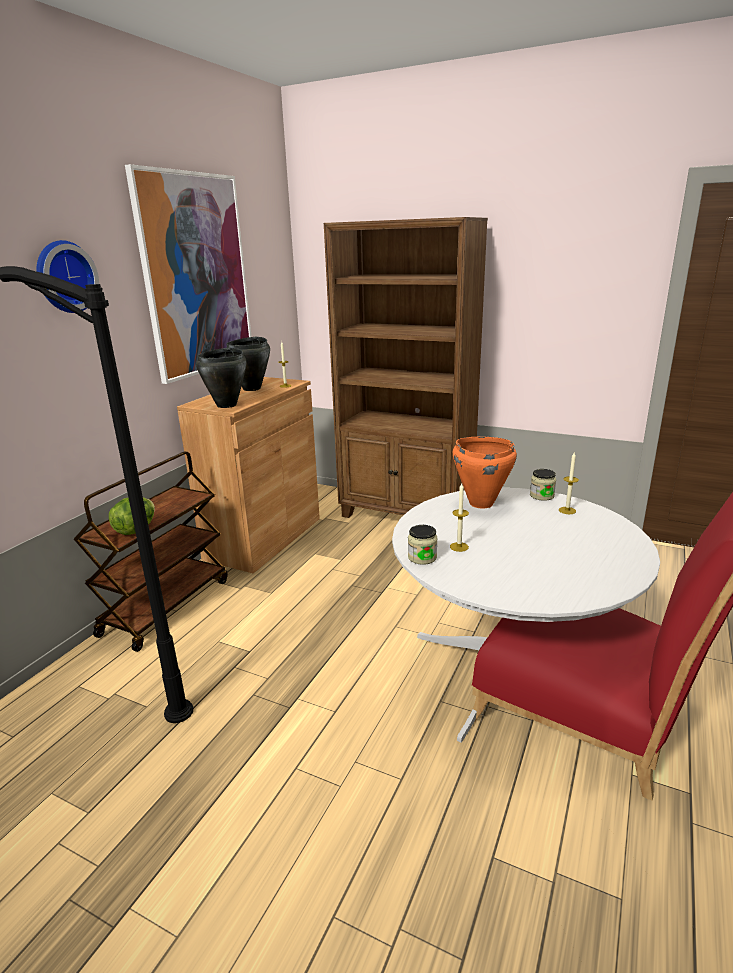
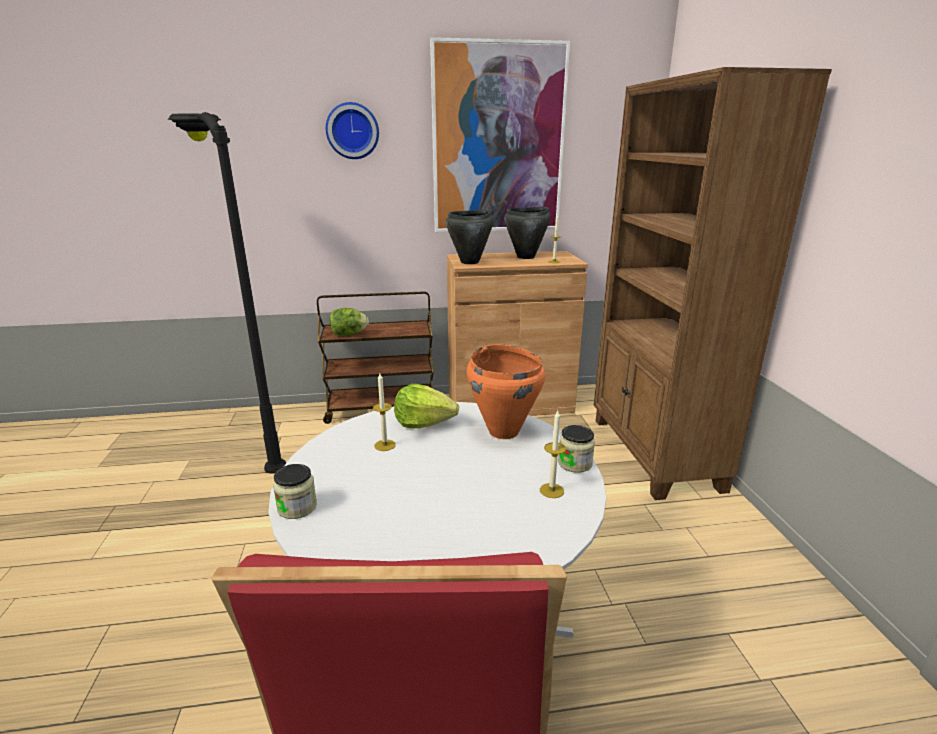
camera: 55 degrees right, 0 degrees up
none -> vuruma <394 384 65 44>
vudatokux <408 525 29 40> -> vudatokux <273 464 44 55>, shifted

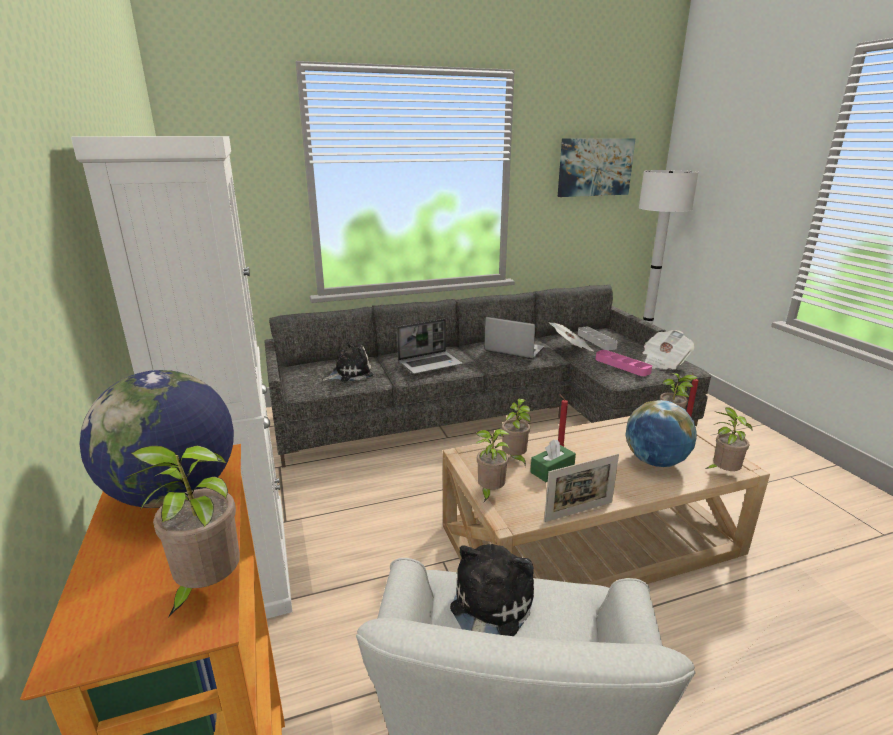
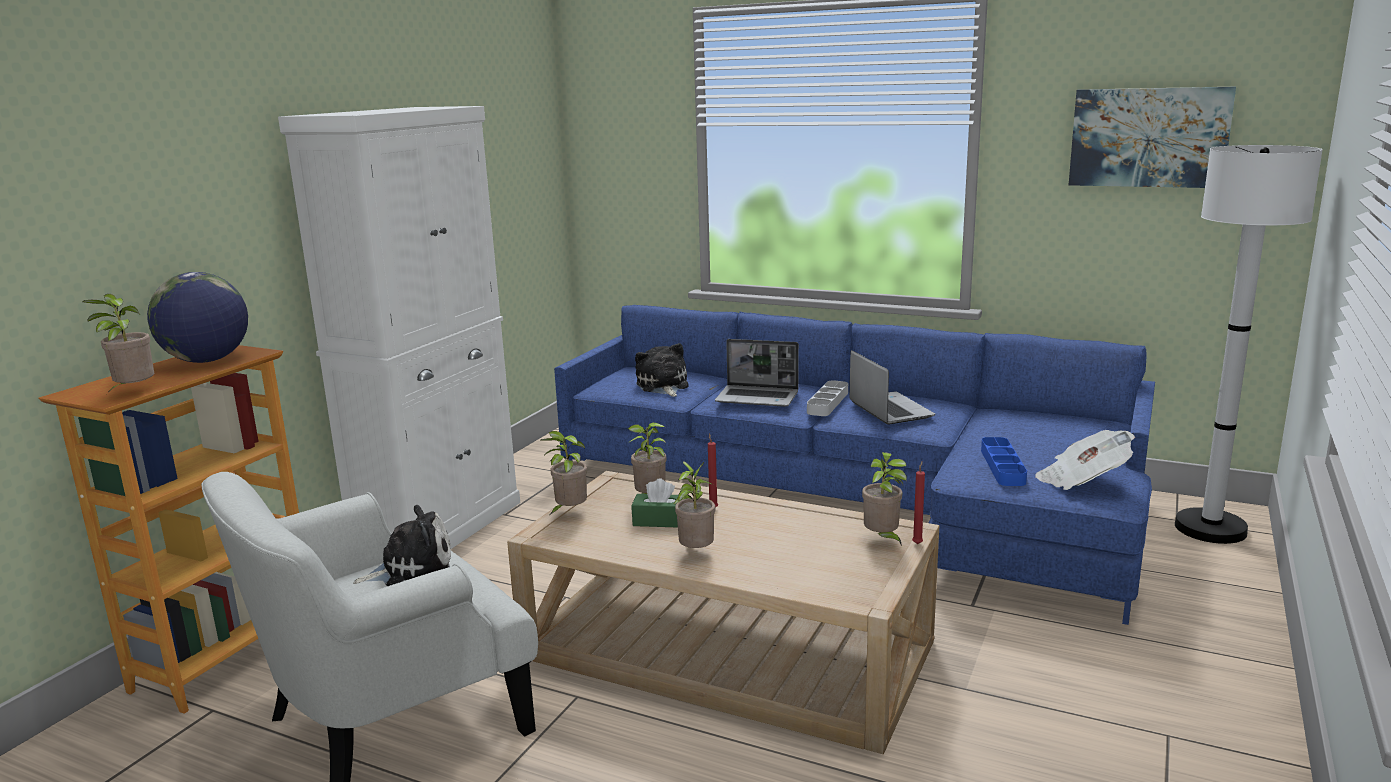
camera: 45 degrees right, 5 degrees down
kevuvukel <544 454 75 68> -> none
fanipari <549 322 46 30> -> none
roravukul <625 400 72 67> -> none
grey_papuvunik <578 327 40 23> -> grey_papuvunik <807 380 41 36>, shifted
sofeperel <705 407 47 64> -> sofeperel <673 461 42 87>, shifted
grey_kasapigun <264 284 448 184> -> blue_kasapigun <554 305 601 320>
pink_papuvunik <596 350 56 26> -> blue_papuvunik <981 437 46 49>
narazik <322 341 51 41> -> narazik <635 343 54 54>, 120 degrees counterclockwise

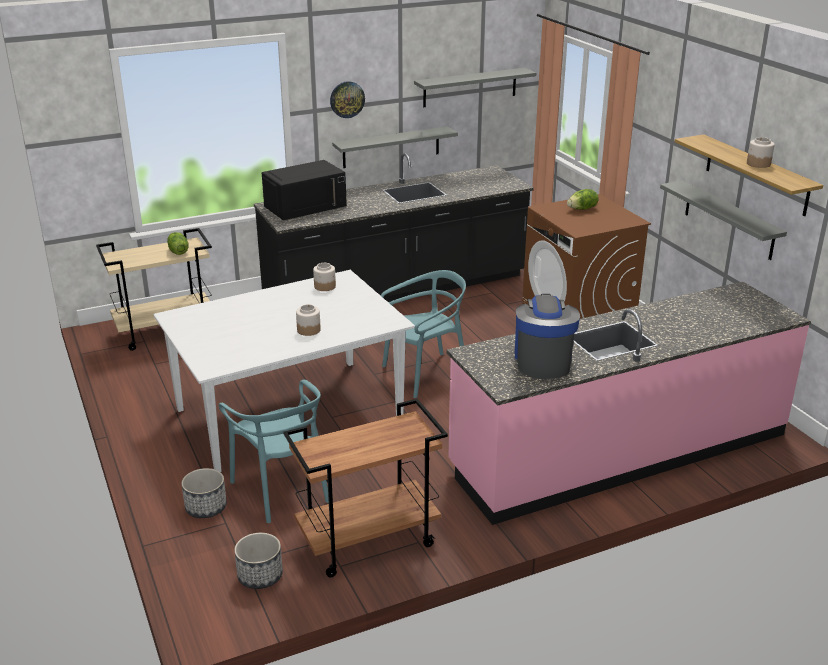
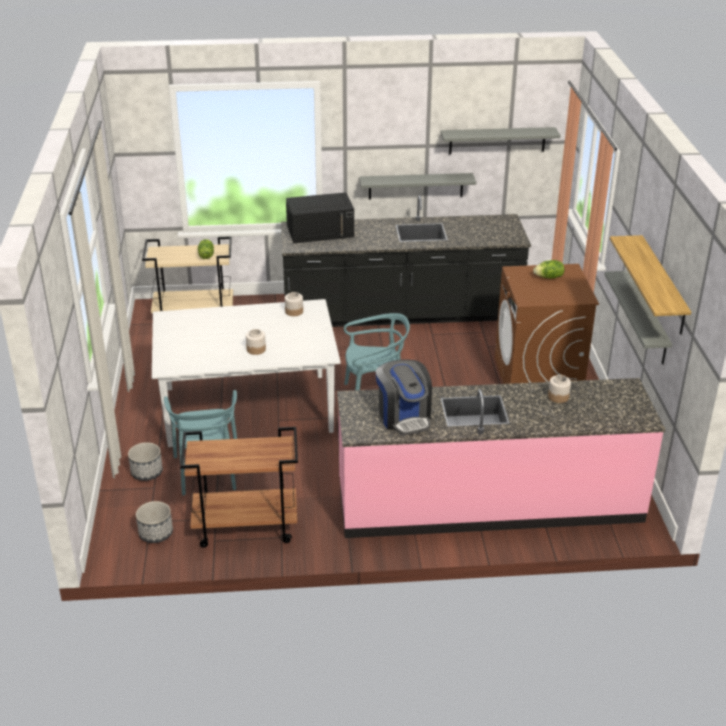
camera: 20 degrees right, 5 degrees up
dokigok <330 81 35 37> -> none
vudatokux <747 137 28 31> -> vudatokux <548 375 23 28>, shifted
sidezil <515 294 65 85> -> sidezil <375 359 57 76>, 135 degrees clockwise

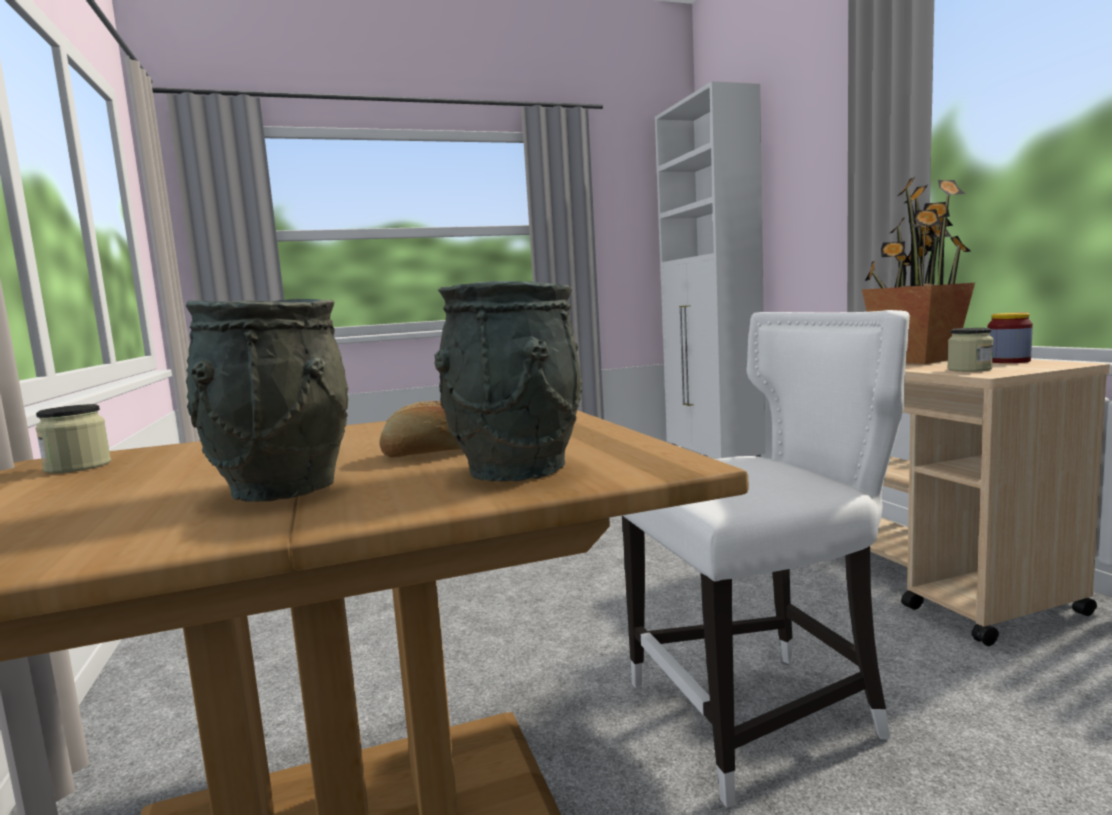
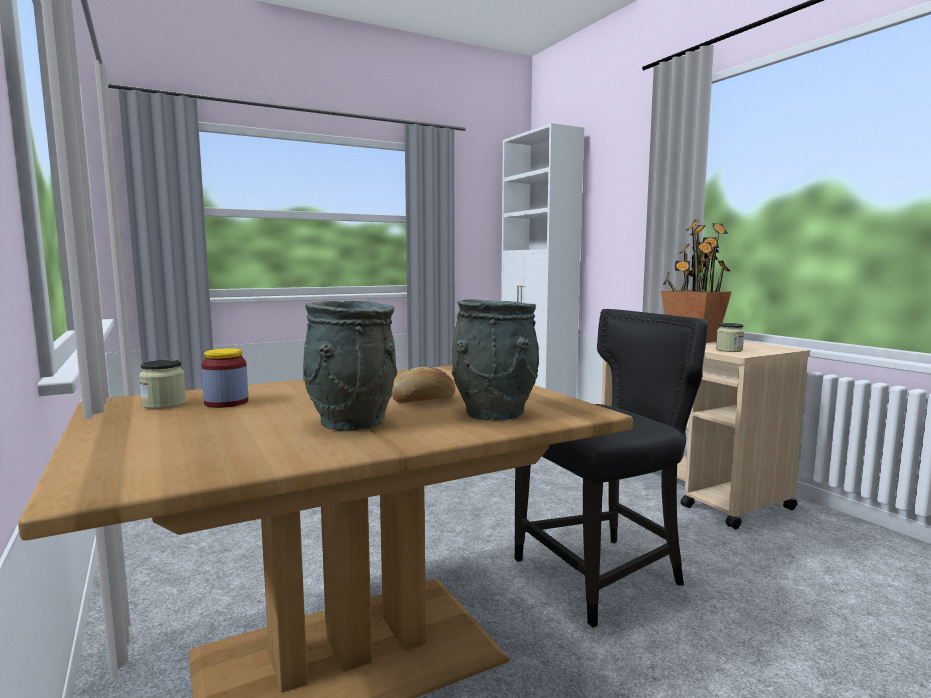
camera: 10 degrees left, 0 degrees up
vudatokux <987 313 46 50> -> vudatokux <201 348 47 60>, shifted
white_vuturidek <622 310 288 498> -> black_vuturidek <514 309 194 319>

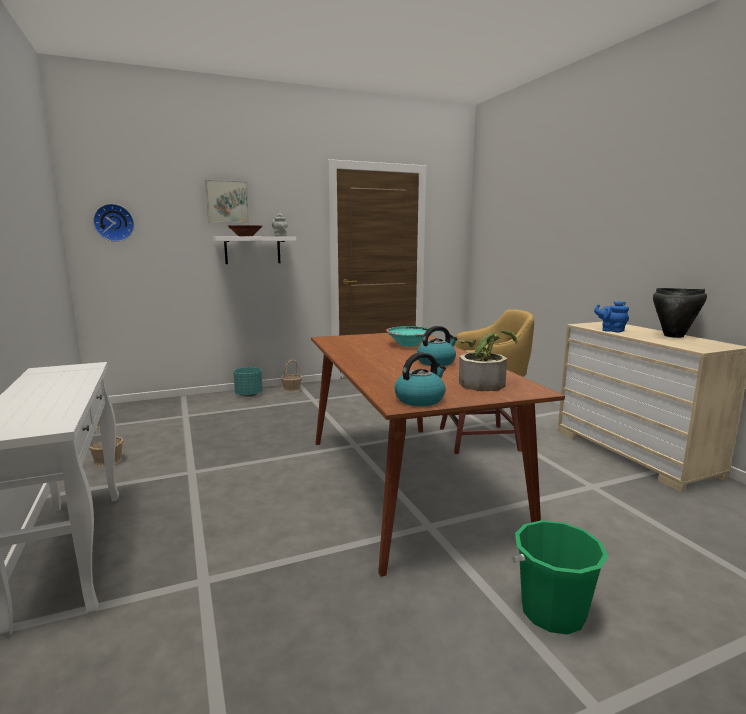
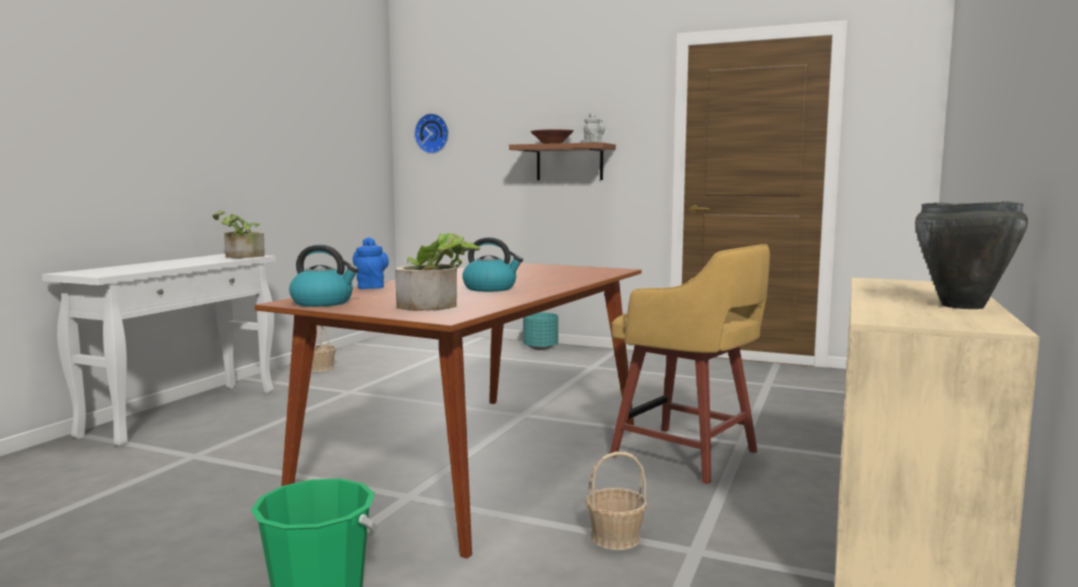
camera: 45 degrees right, 5 degrees down
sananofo <205 180 45 43> -> none
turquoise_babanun <386 326 47 21> -> none
none -> sofeperel <213 211 52 47>
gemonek <281 360 21 33> -> gemonek <585 452 62 98>, shifted
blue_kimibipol <594 301 35 31> -> blue_kimibipol <353 237 36 52>, shifted
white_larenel <213 237 83 27> -> brown_larenel <509 142 107 38>

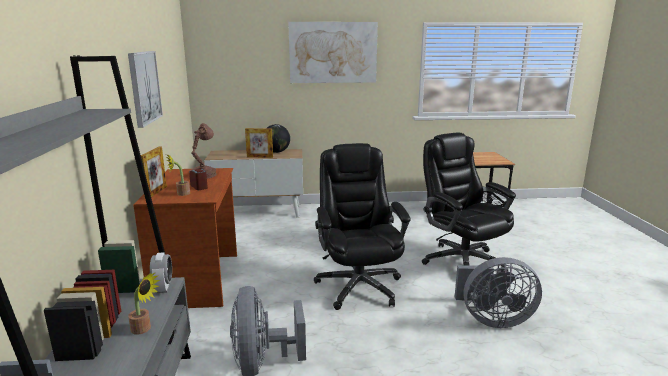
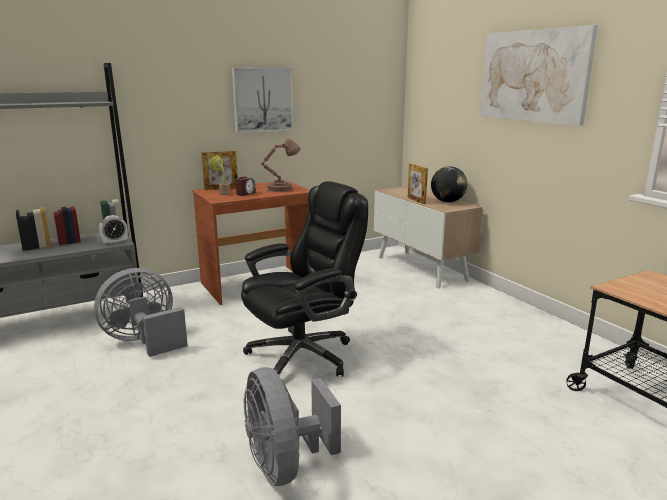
camera: 65 degrees right, 0 degrees up
sofeperel <128 273 32 62> -> none
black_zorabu <422 133 94 139> -> none

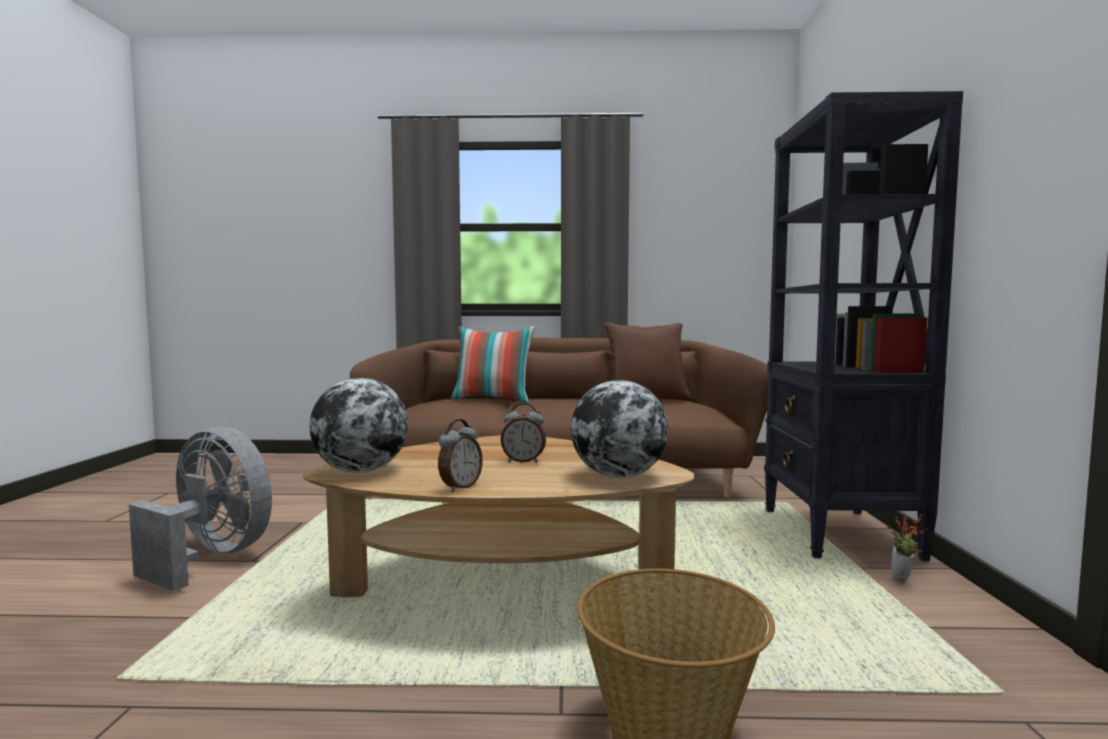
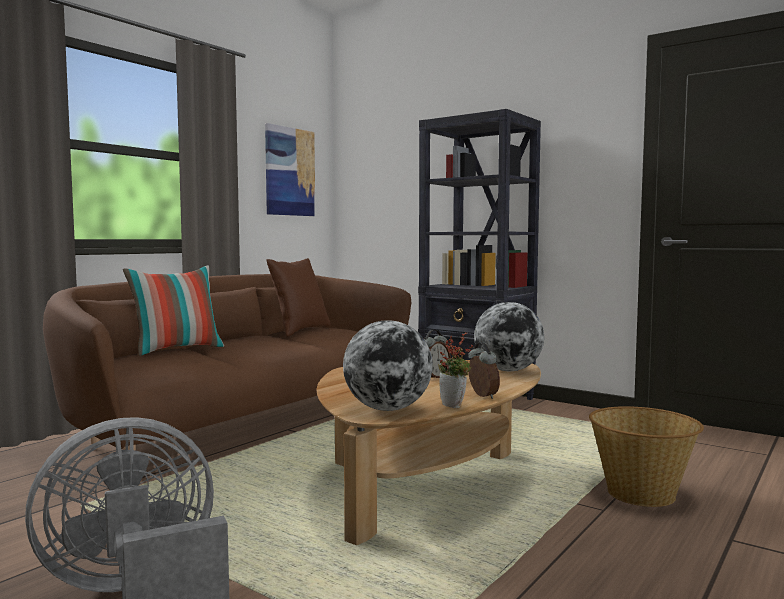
camera: 55 degrees left, 0 degrees up
none -> sananofo <265 123 50 93>
sofeperel <887 513 41 71> -> sofeperel <438 332 36 76>, shifted

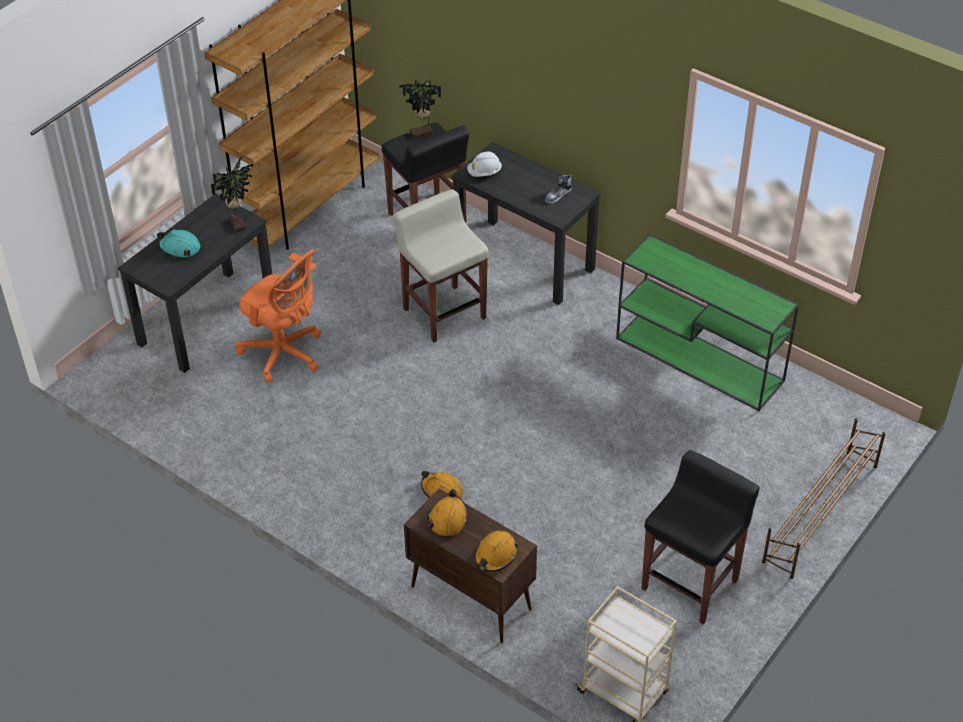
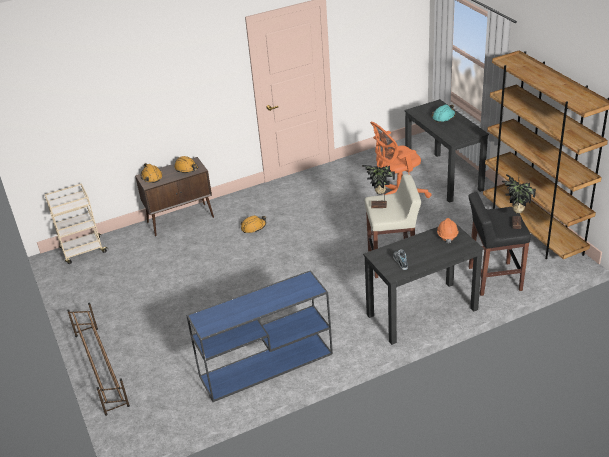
camera: 120 degrees right, 10 degrees down
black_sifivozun <642 450 118 174> -> none
sofeperel <211 156 43 77> -> sofeperel <362 165 33 43>, shifted
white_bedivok <467 152 35 25> -> orange_bedivok <437 218 21 25>
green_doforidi <616 234 183 177> -> blue_doforidi <186 270 147 132>

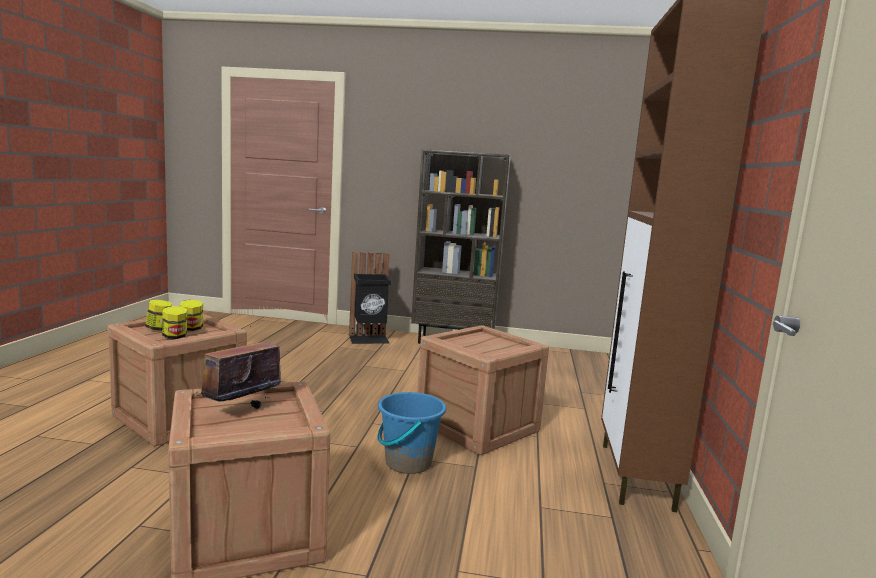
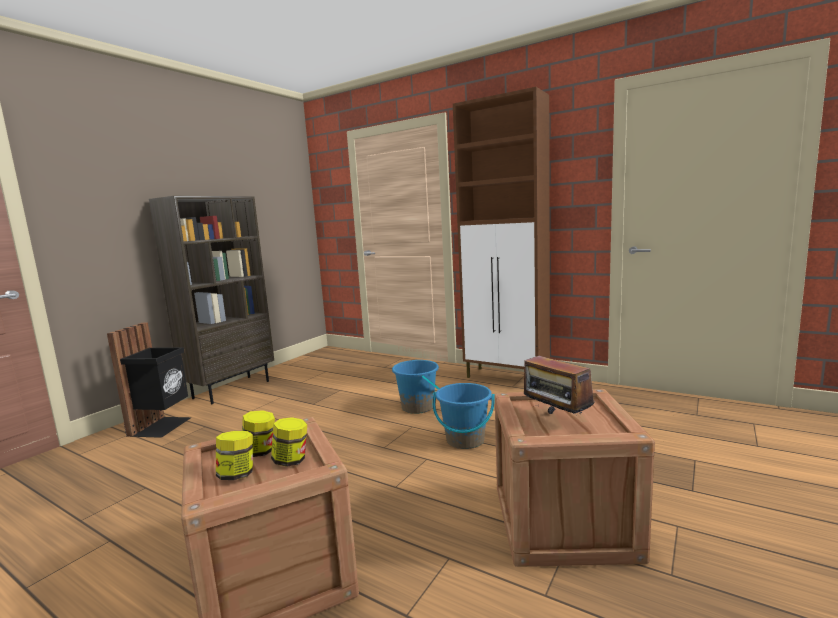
camera: 65 degrees left, 0 degrees up
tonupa <417 325 132 130> -> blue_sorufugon <392 360 48 54>

